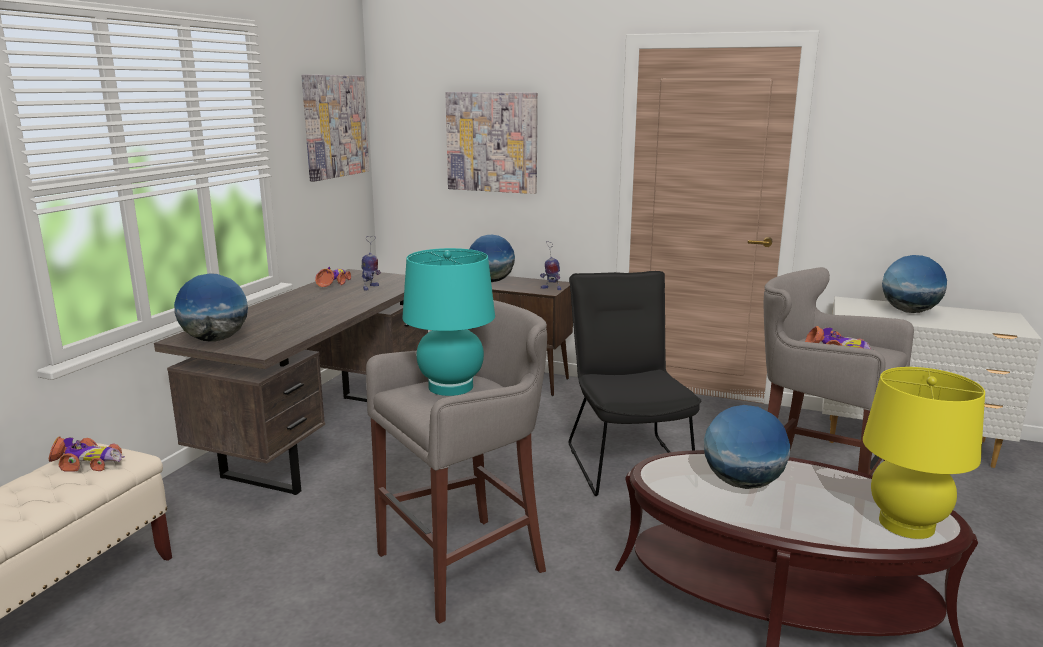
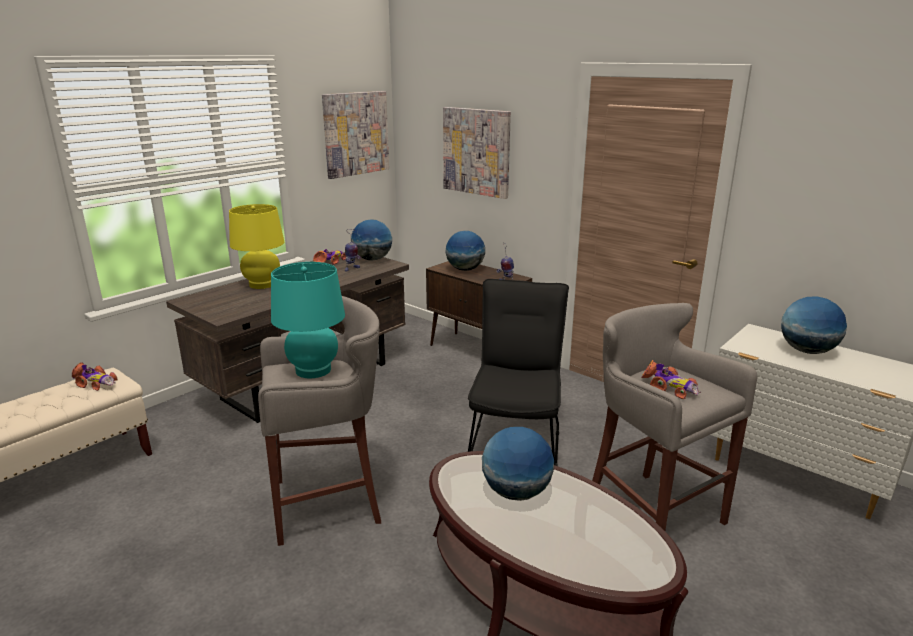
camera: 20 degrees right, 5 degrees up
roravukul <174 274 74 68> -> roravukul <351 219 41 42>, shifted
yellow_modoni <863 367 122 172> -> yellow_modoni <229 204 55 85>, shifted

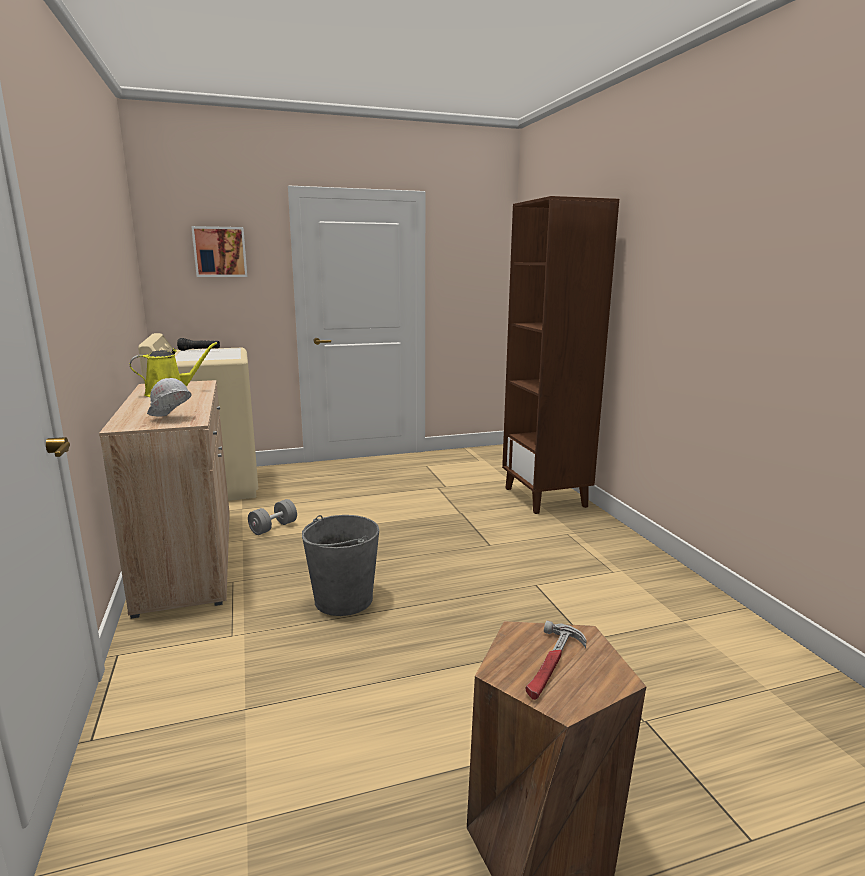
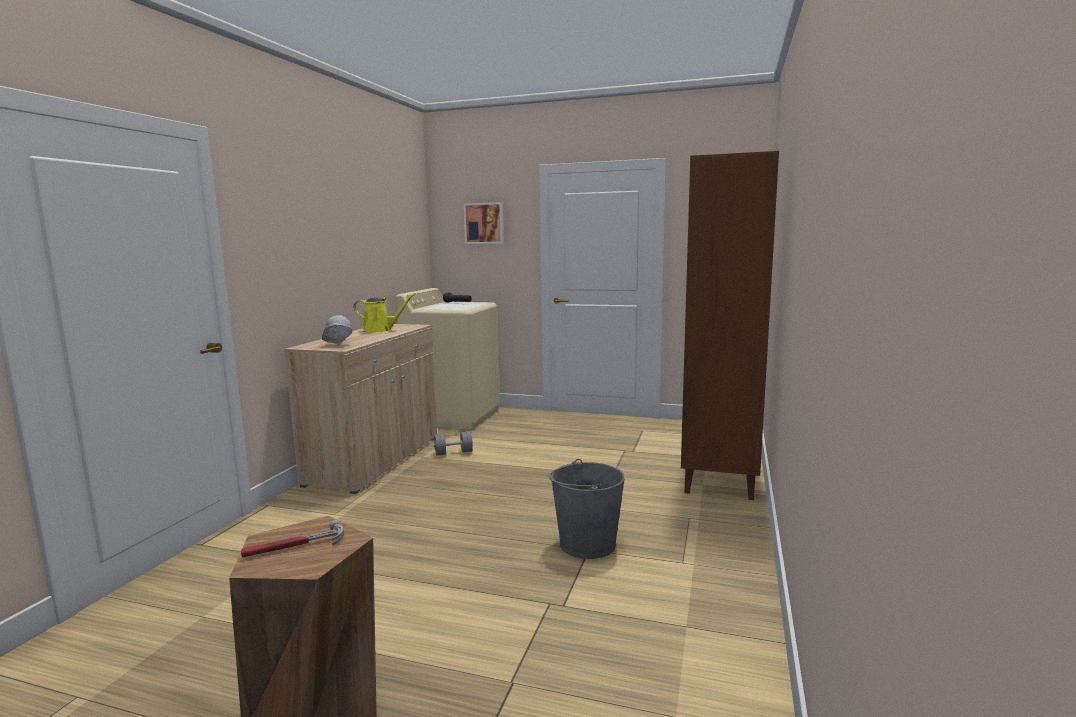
camera: 35 degrees right, 5 degrees down
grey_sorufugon <302 515 77 101> -> grey_sorufugon <549 459 76 100>, shifted

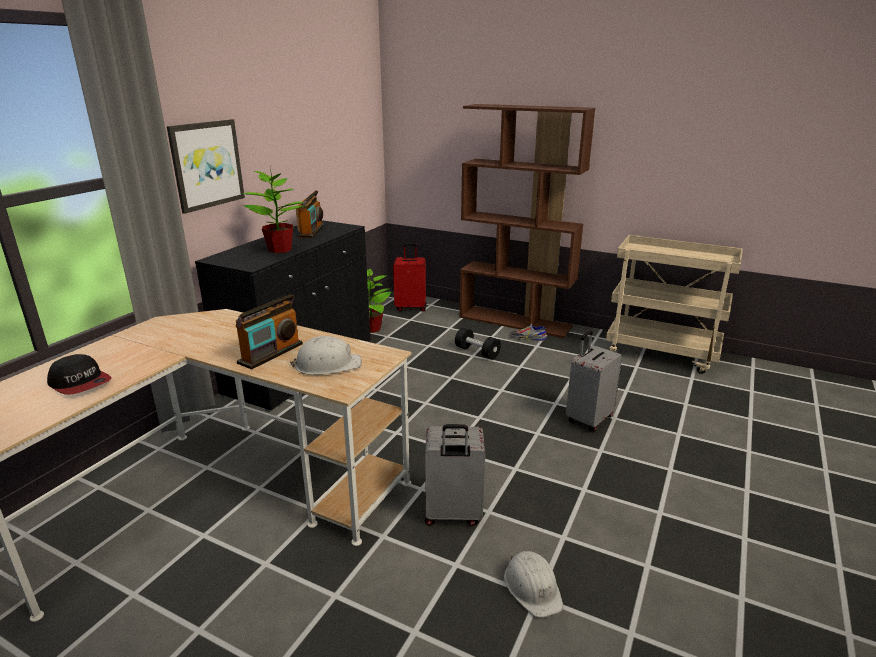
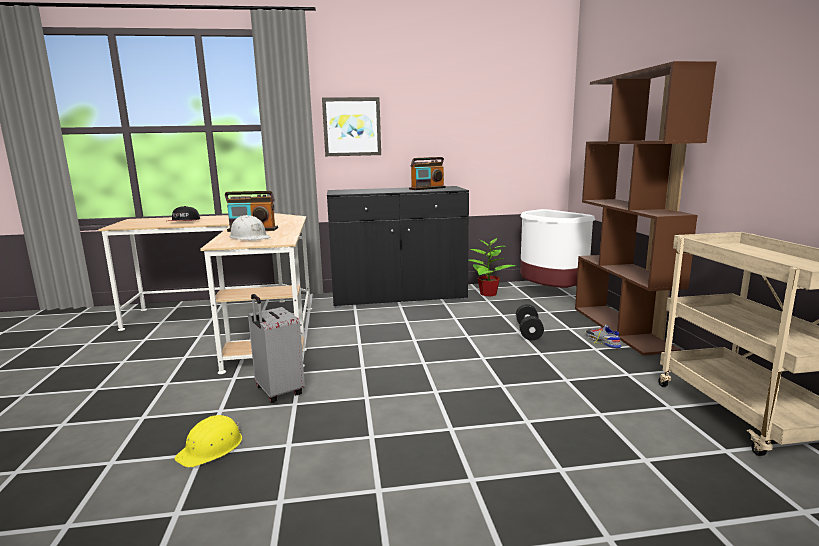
camera: 55 degrees right, 10 degrees down
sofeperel <243 167 66 86> -> none
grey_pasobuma <566 331 56 100> -> none
red_pasobuma <393 244 33 68> -> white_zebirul <520 209 75 79>
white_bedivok <504 551 59 67> -> yellow_bedivok <174 415 68 53>

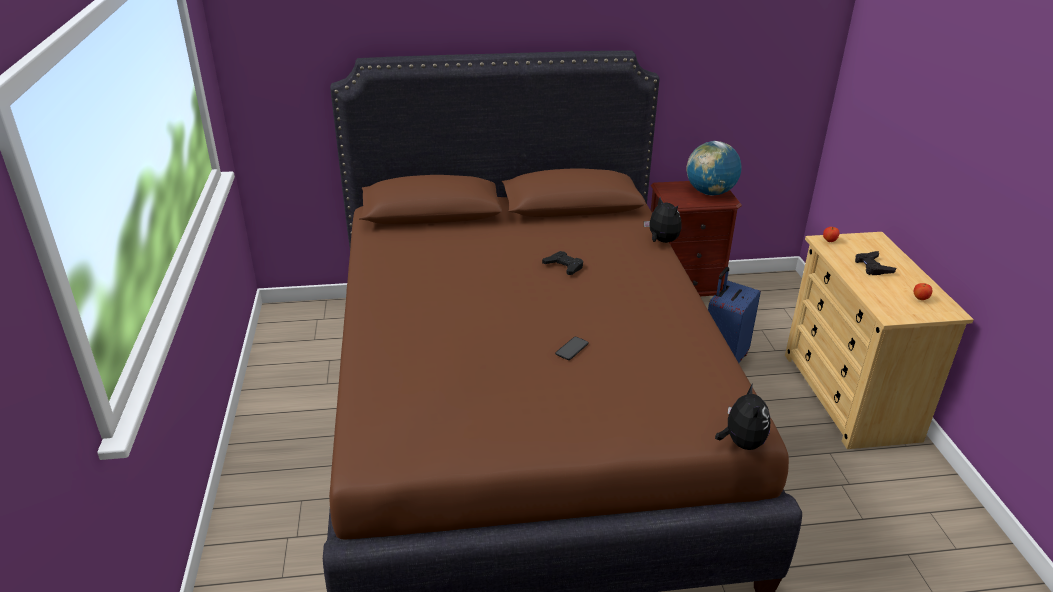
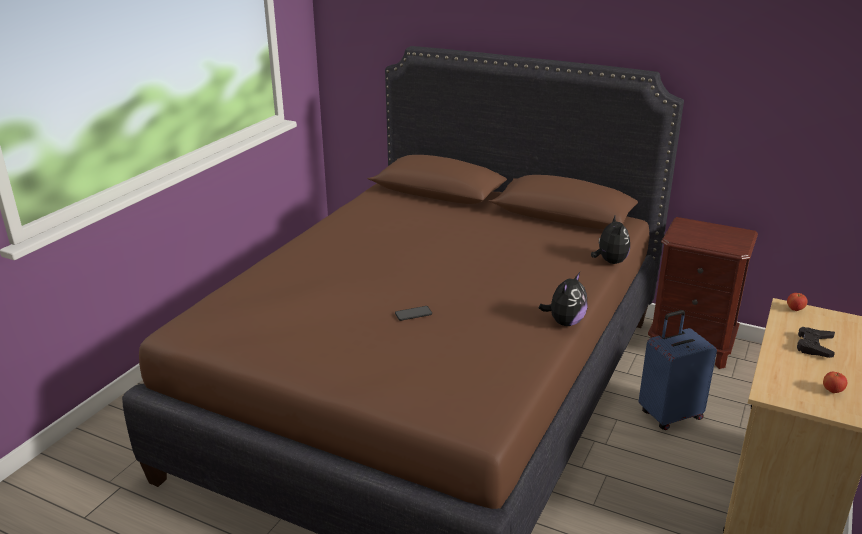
camera: 35 degrees right, 5 degrees down
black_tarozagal <542 251 41 24> -> none
roravukul <686 141 56 55> -> none
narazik <715 383 55 67> -> narazik <539 272 49 54>, shifted

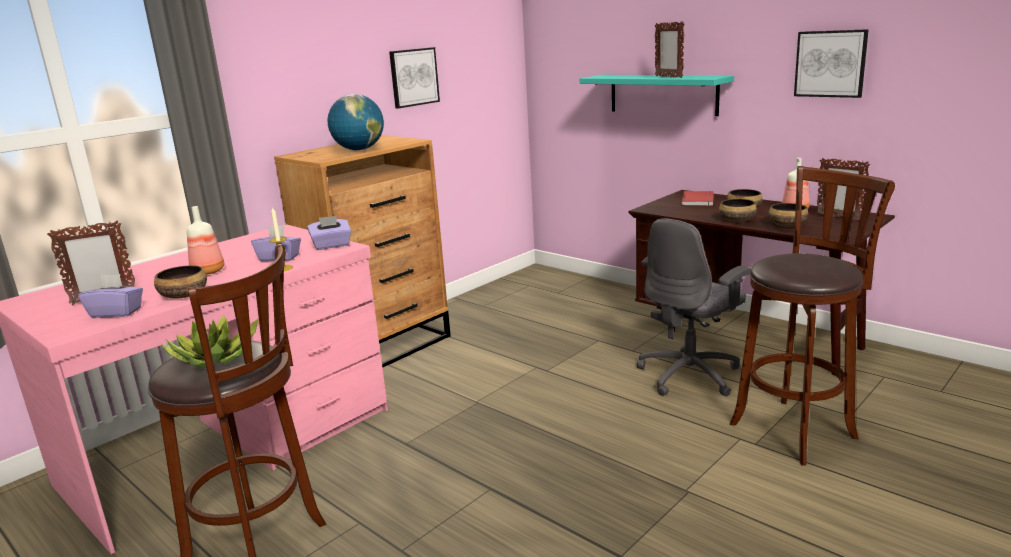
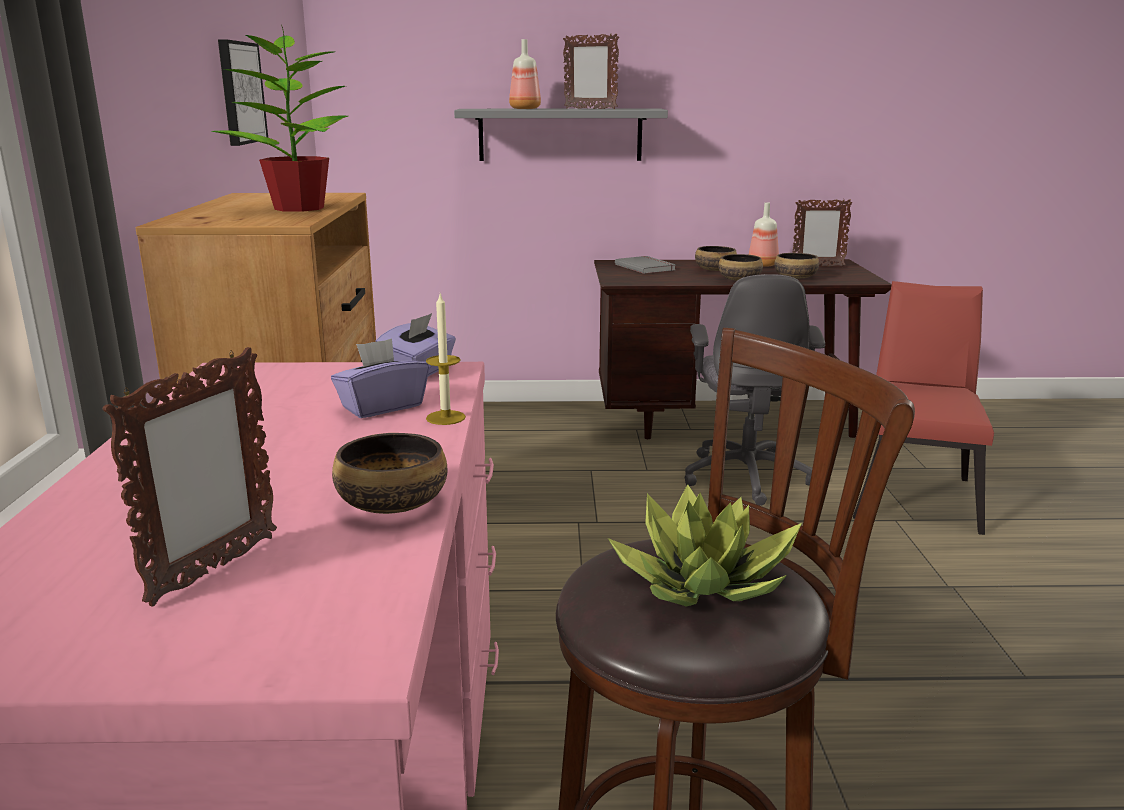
camera: 45 degrees left, 0 degrees up
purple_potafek <78 274 65 44> -> none
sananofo <794 29 75 69> -> none
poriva <187 206 37 69> -> poriva <509 39 32 70>, shifted
roravukul <327 94 57 57> -> sofeperel <211 23 137 189>
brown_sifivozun <730 166 165 300> -> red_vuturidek <853 281 141 254>
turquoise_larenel <580 75 154 41> -> grey_larenel <454 109 214 52>
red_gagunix <681 191 33 15> -> grey_gagunix <615 256 61 18>

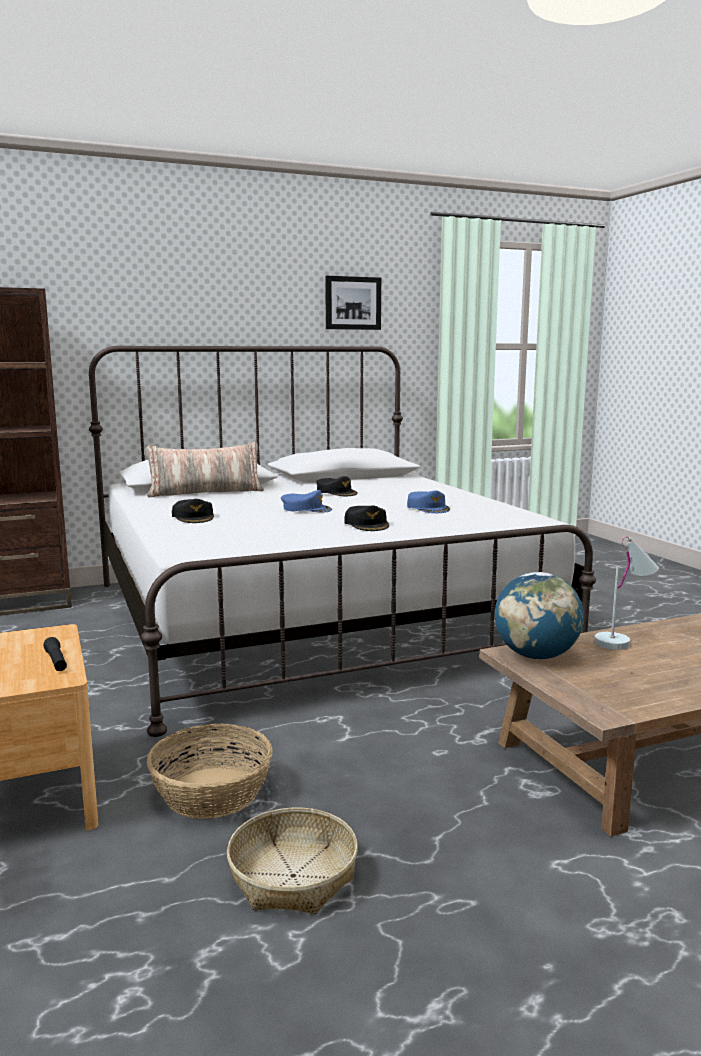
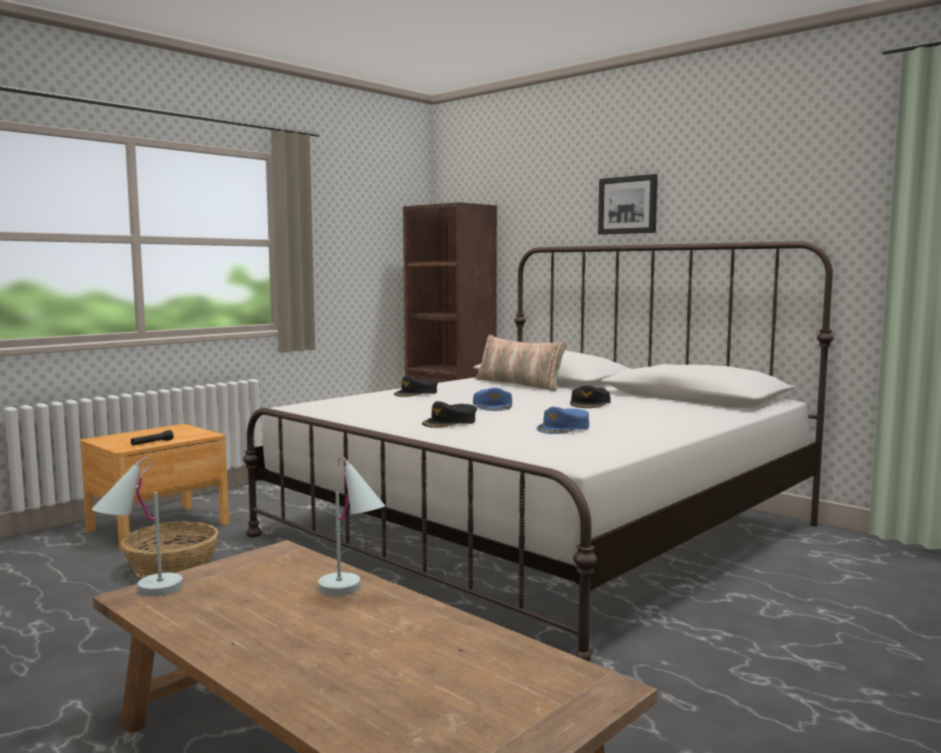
camera: 65 degrees right, 5 degrees down
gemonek <227 808 131 106> -> none
roravukul <495 572 89 88> -> none
none -> white_modoni <92 457 91 140>
sananofo <325 276 56 54> -> sananofo <598 174 60 61>, shifted

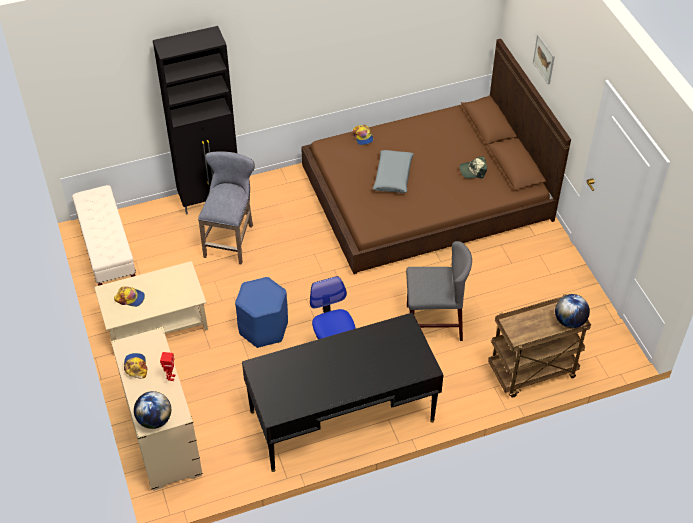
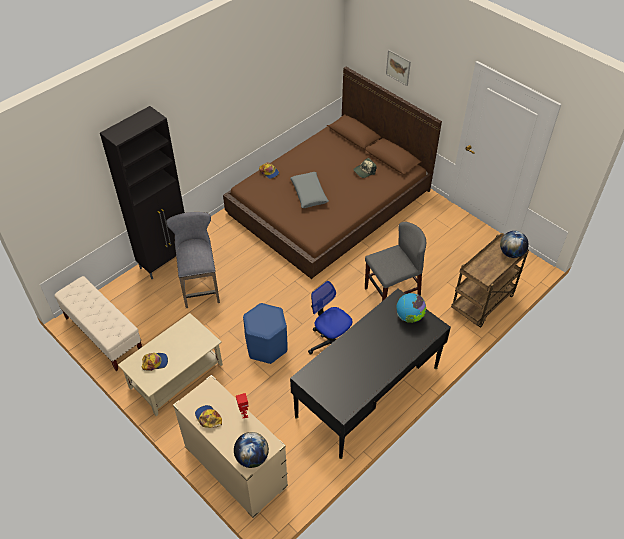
camera: 25 degrees left, 0 degrees up
none -> roravukul <396 293 30 30>

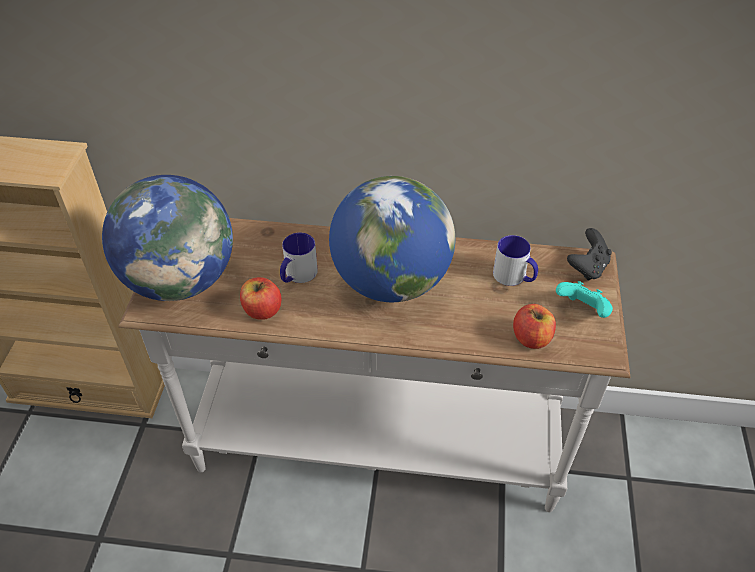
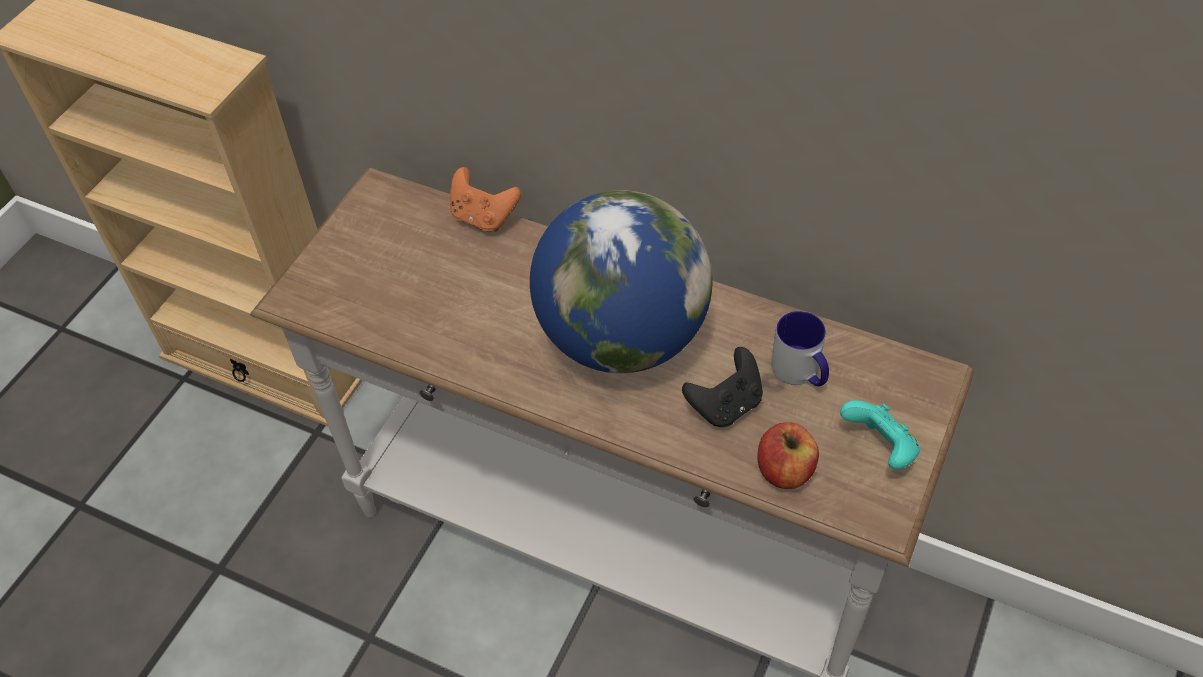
camera: 20 degrees right, 5 degrees up
roravukul <102 175 131 126> -> none
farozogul <240 277 41 43> -> none
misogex <280 233 38 50> -> none
none -> orange_tarozagal <450 167 71 65>
black_tarozagal <567 228 45 53> -> black_tarozagal <682 347 81 80>, shifted

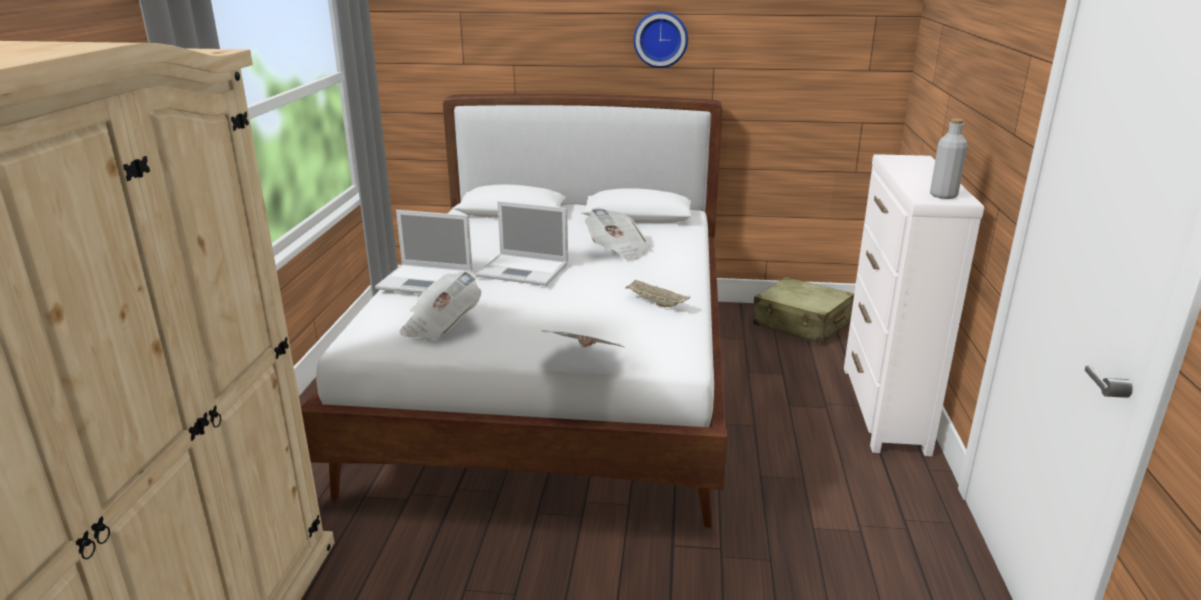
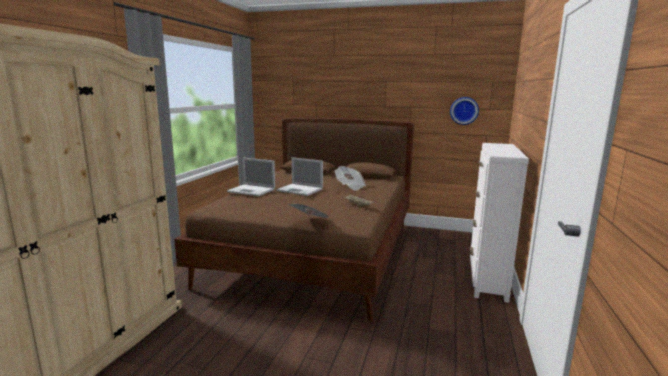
camera: 10 degrees right, 10 degrees down
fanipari <400 271 81 69> -> none
beige_pasobuma <753 277 101 67> -> none
grey_poriva <930 119 37 80> -> none
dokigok <633 11 55 57> -> dokigok <450 97 29 28>, shifted
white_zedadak <301 93 426 435> -> brown_zedadak <174 118 240 204>

